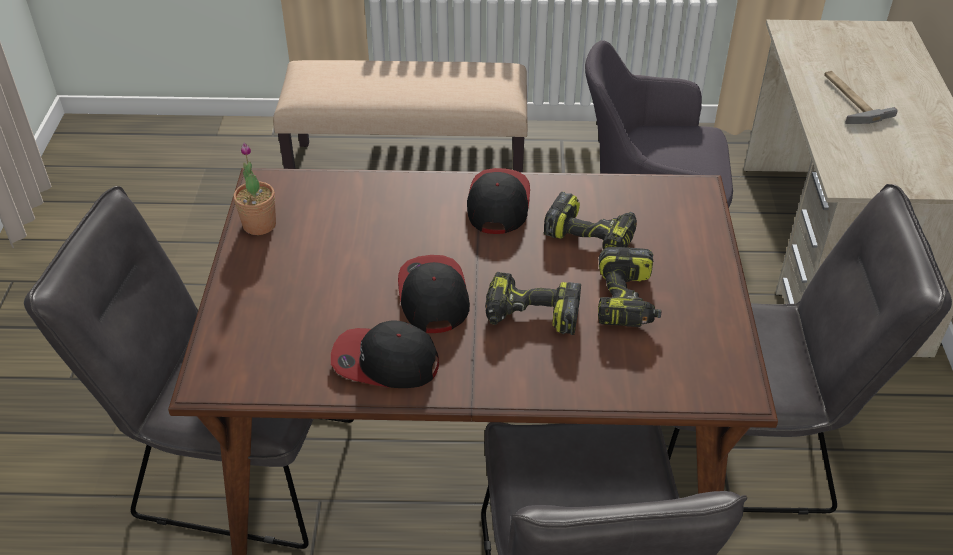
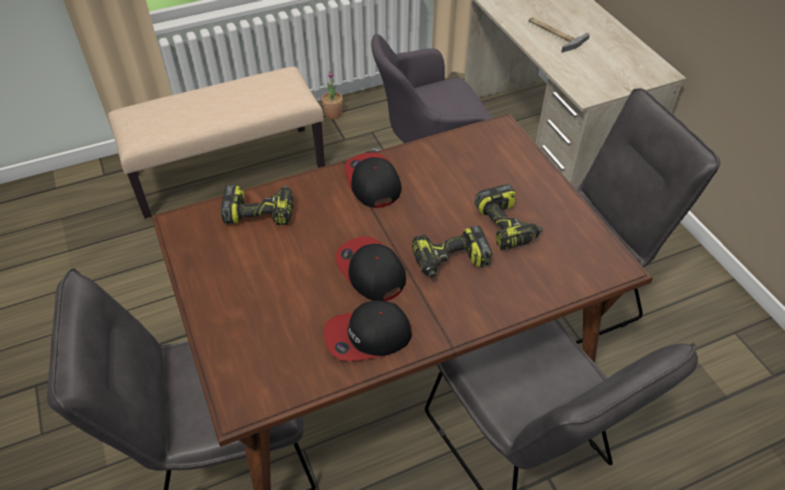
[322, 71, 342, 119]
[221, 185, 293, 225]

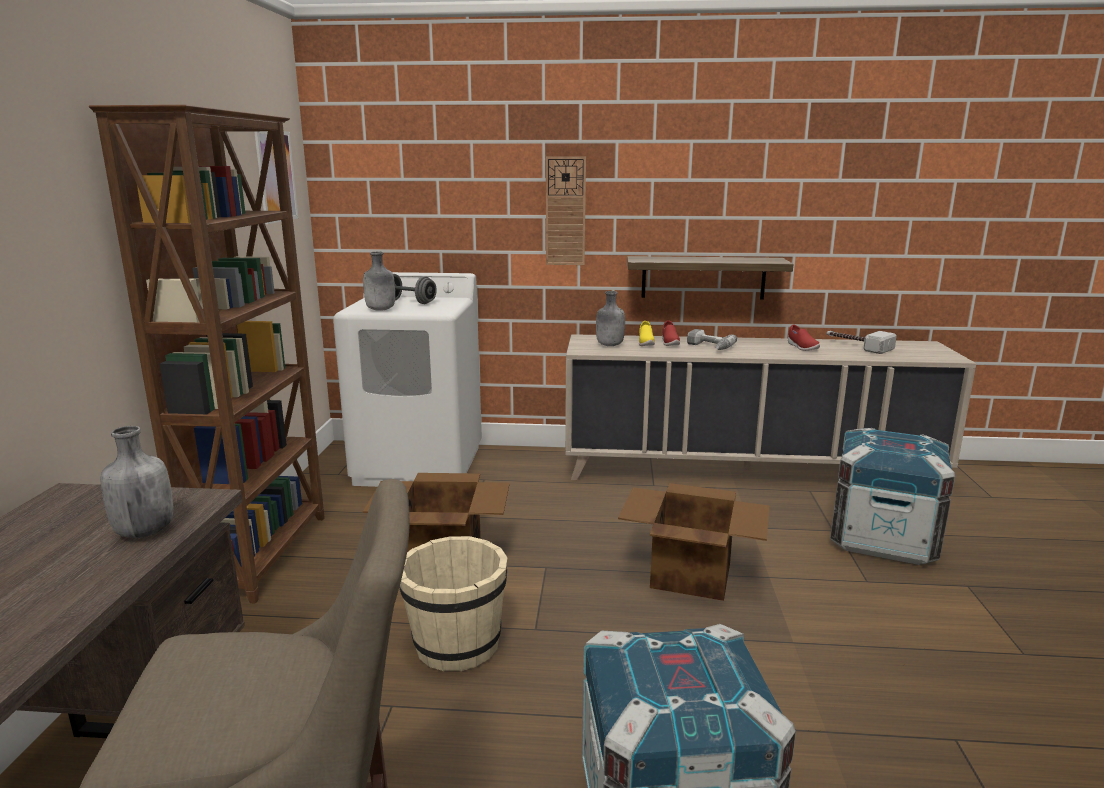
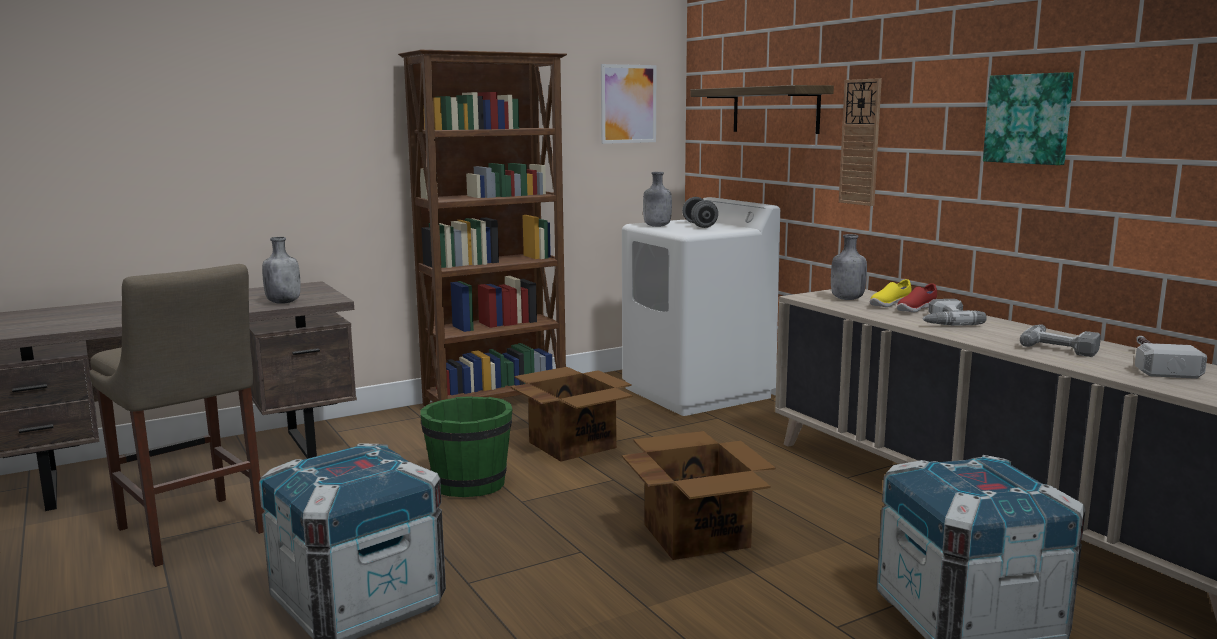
[420, 396, 513, 497]
[690, 85, 834, 134]
[1020, 324, 1101, 357]
[983, 72, 1074, 165]

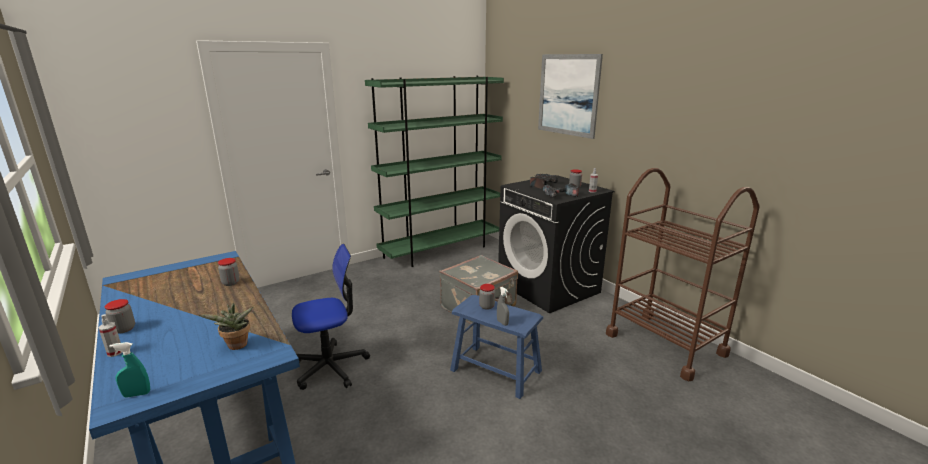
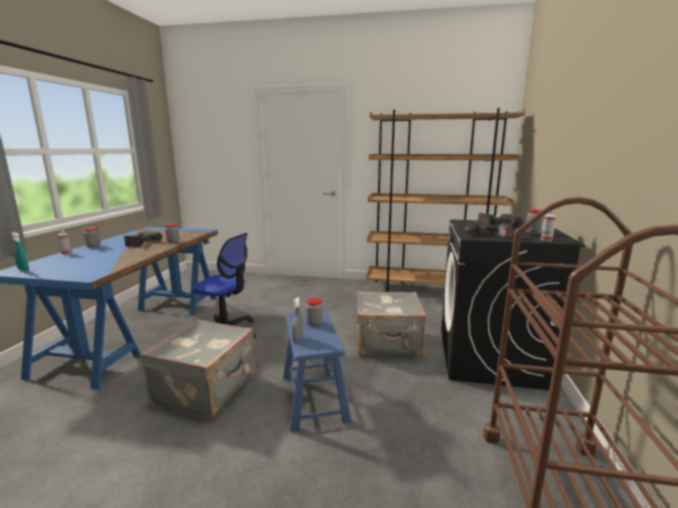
[198, 303, 253, 350] (first image)
[366, 108, 526, 292]
[538, 54, 603, 139] (first image)
[124, 231, 162, 247]
[140, 319, 255, 419]

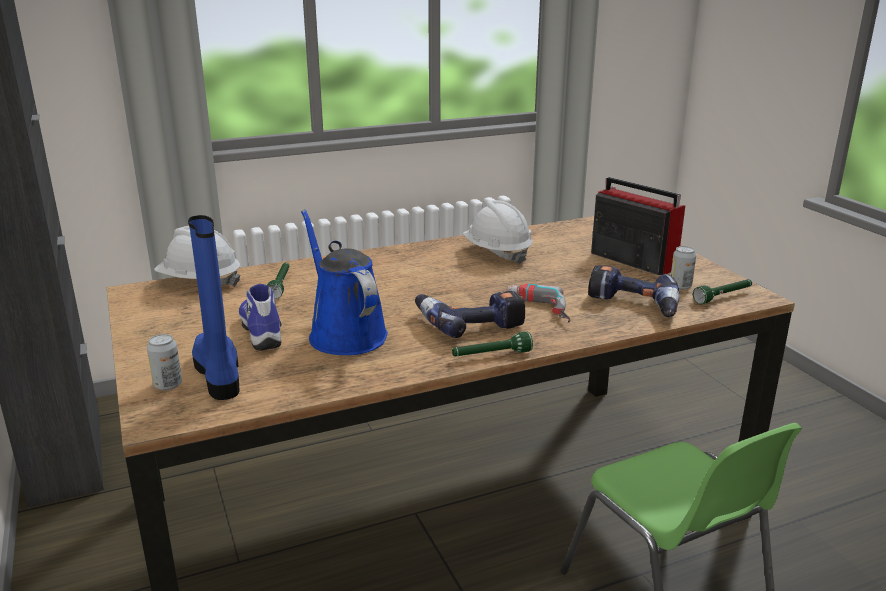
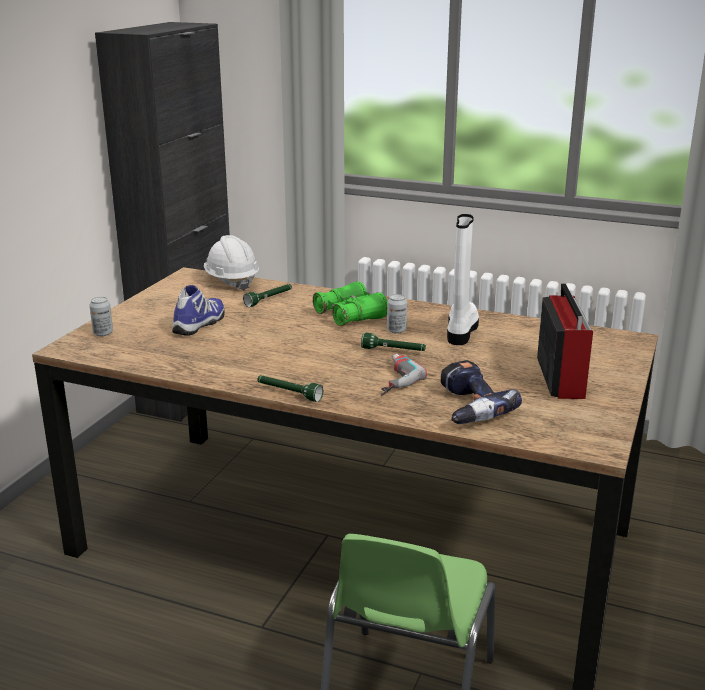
[188, 215, 240, 400] (first image)
[301, 210, 388, 355] (first image)
[415, 291, 525, 338] (first image)
[447, 214, 479, 345]
[387, 294, 407, 333]
[361, 333, 426, 351]
[313, 281, 387, 326]

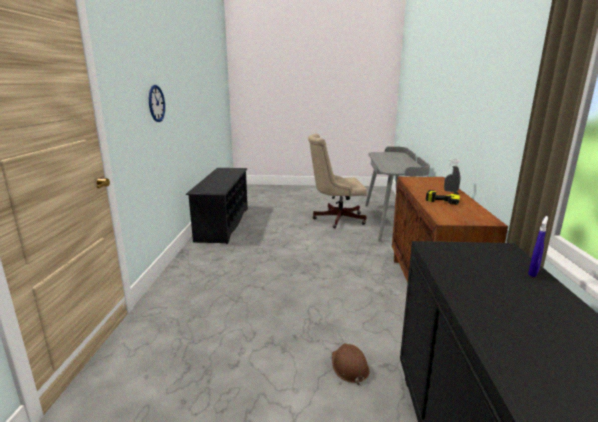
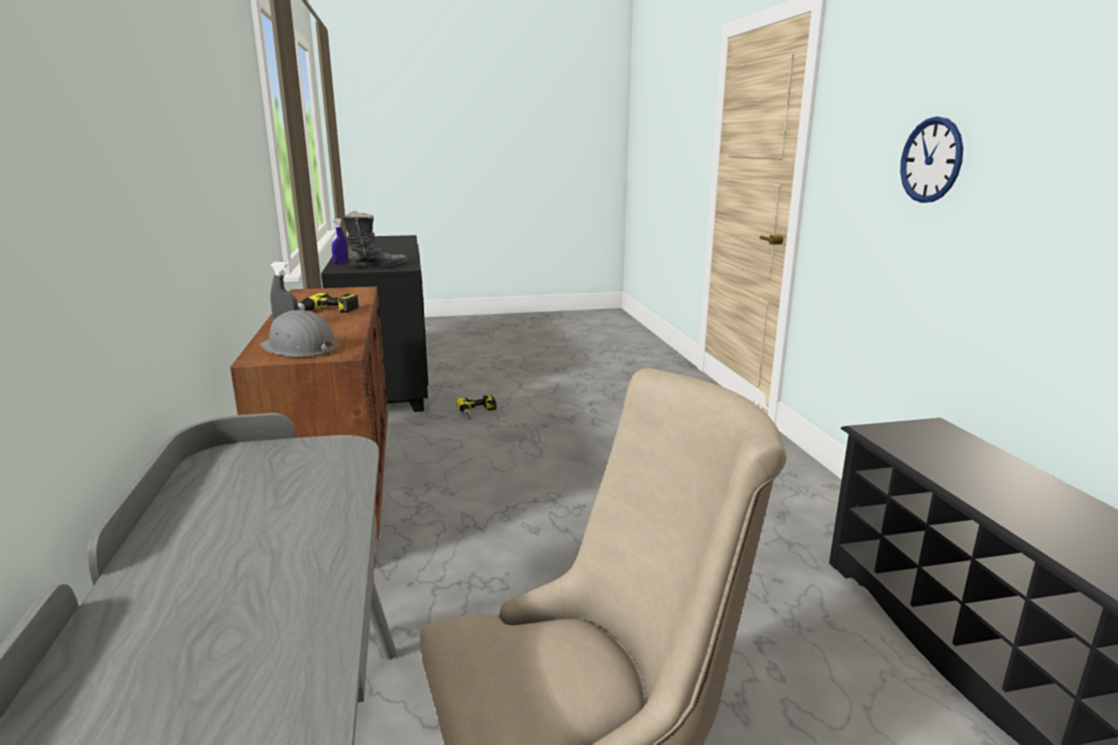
[456, 395, 497, 419]
[259, 310, 338, 357]
[343, 211, 408, 267]

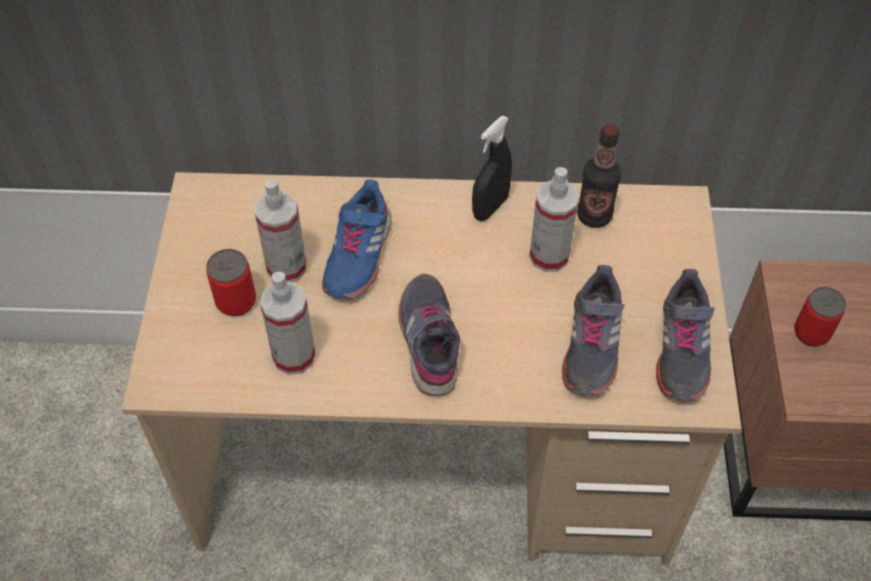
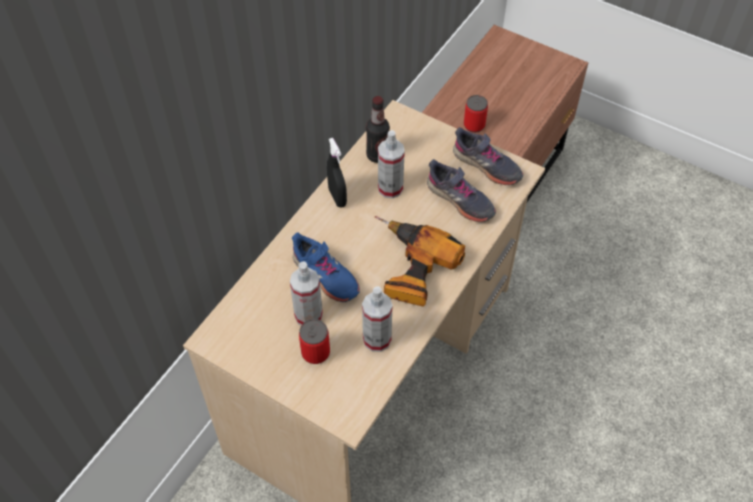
[375, 216, 465, 307]

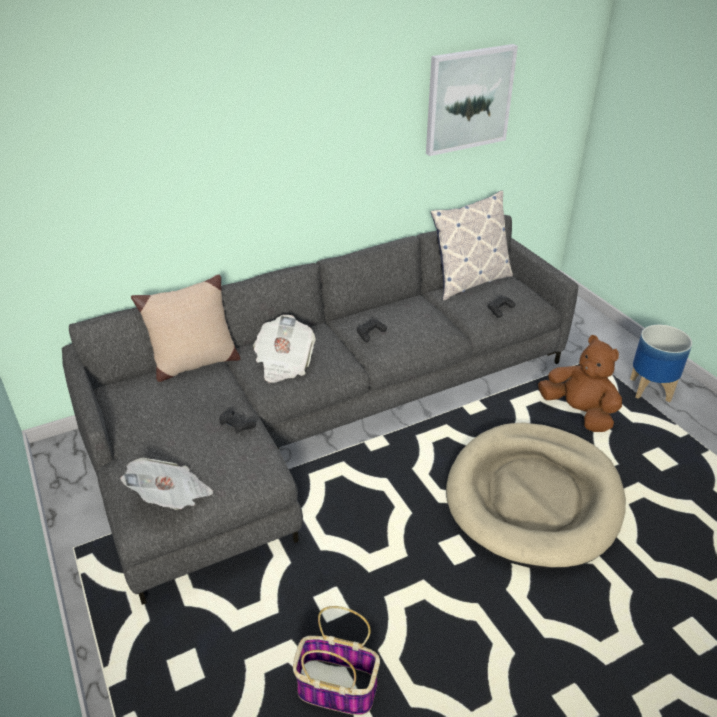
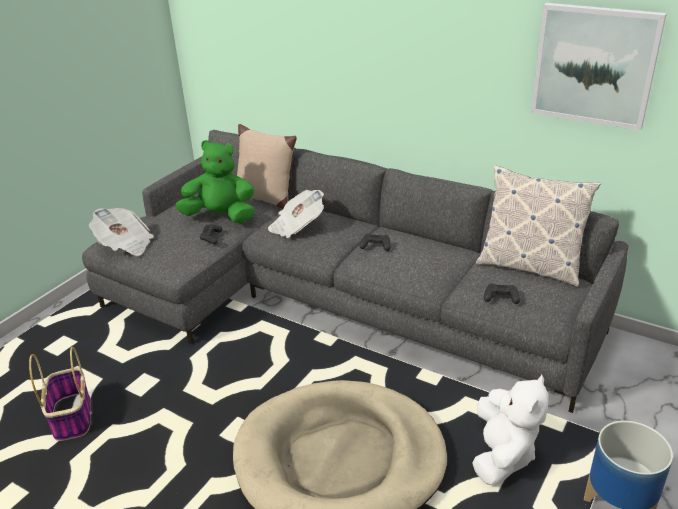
[472, 375, 549, 485]
[175, 140, 255, 223]

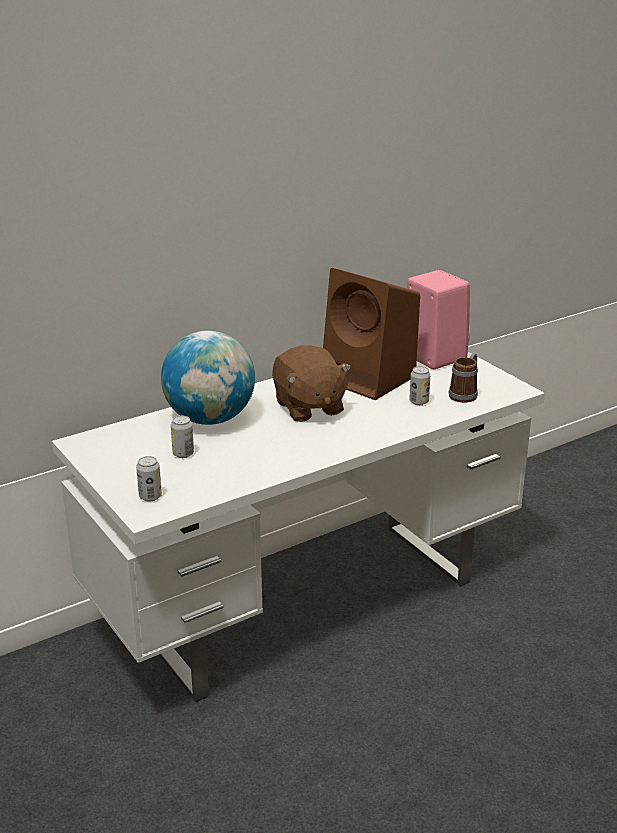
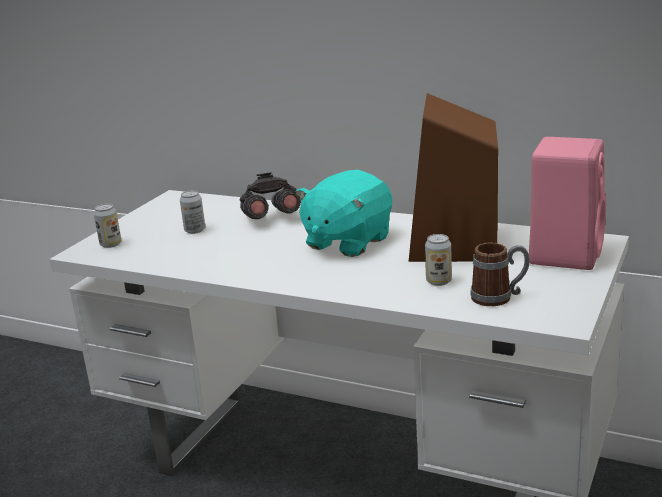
[239, 172, 301, 219]
[296, 170, 392, 257]

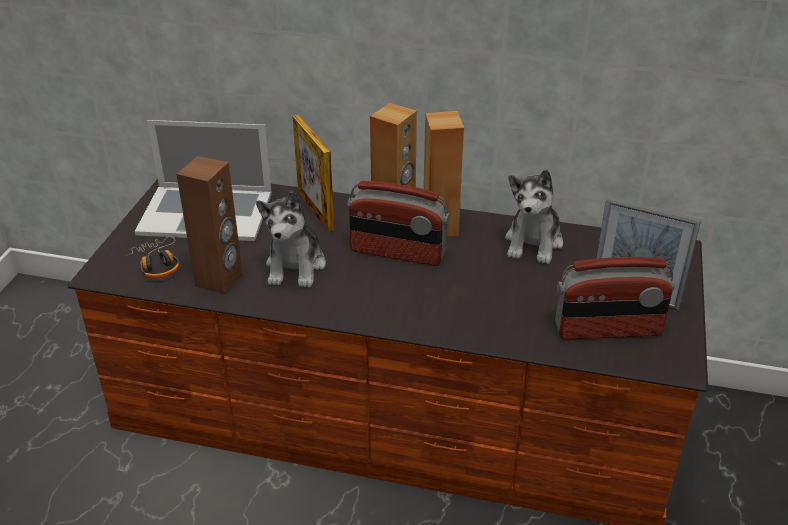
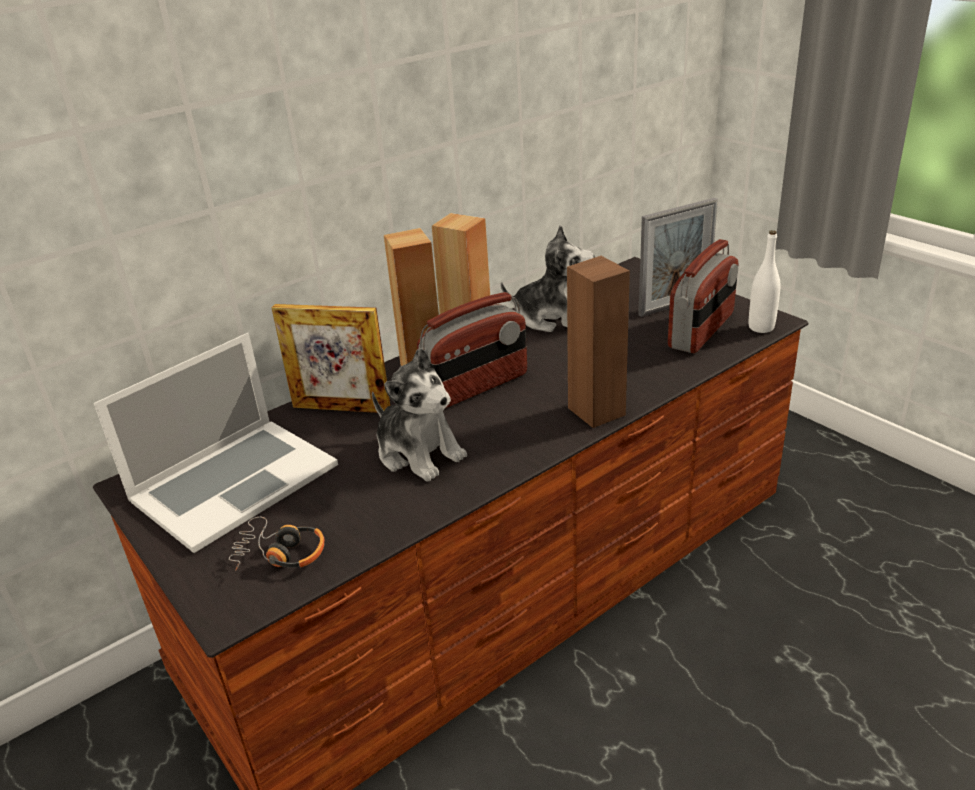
[567, 256, 630, 428]
[501, 225, 594, 332]
[749, 230, 780, 333]

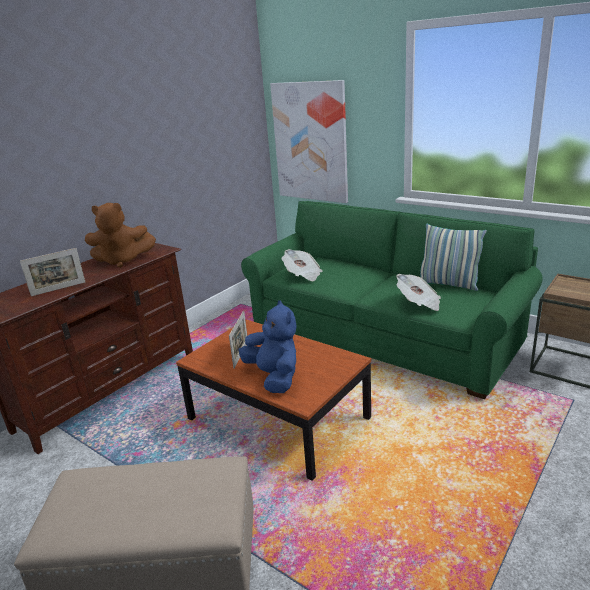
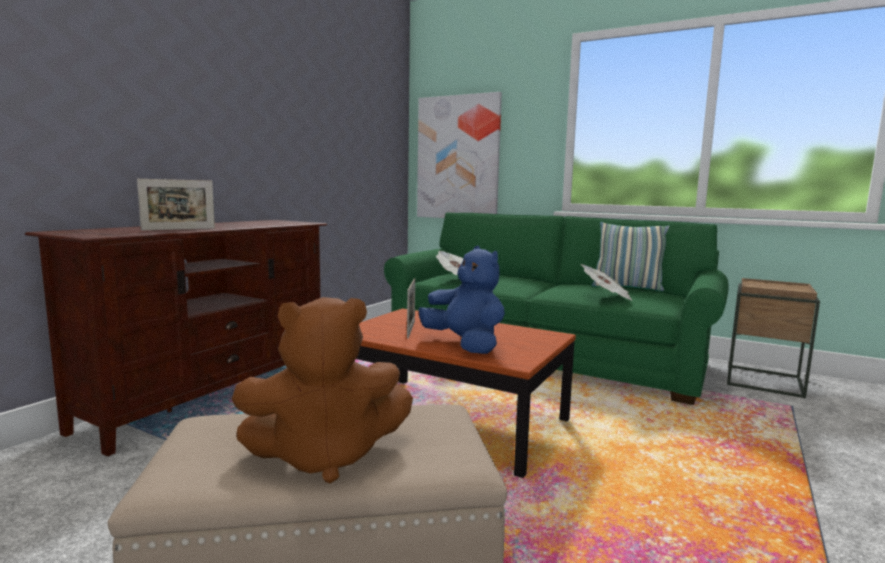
[232, 297, 413, 483]

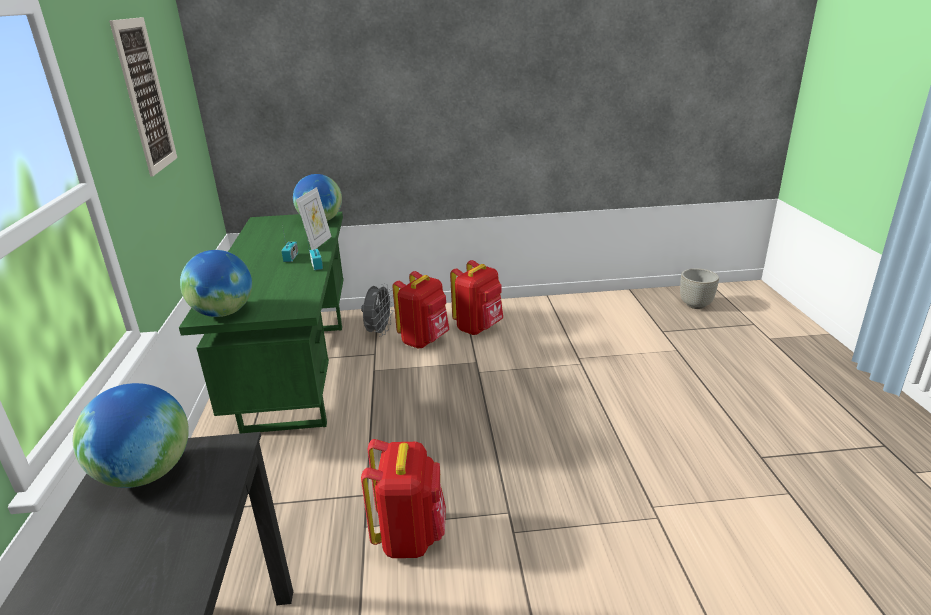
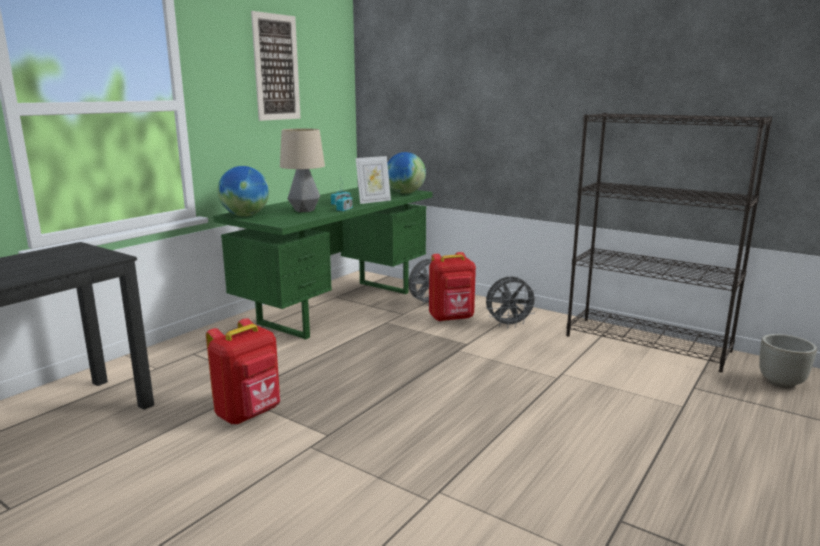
[73, 383, 189, 488] (first image)
[486, 276, 538, 328]
[280, 129, 325, 212]
[567, 113, 772, 373]

